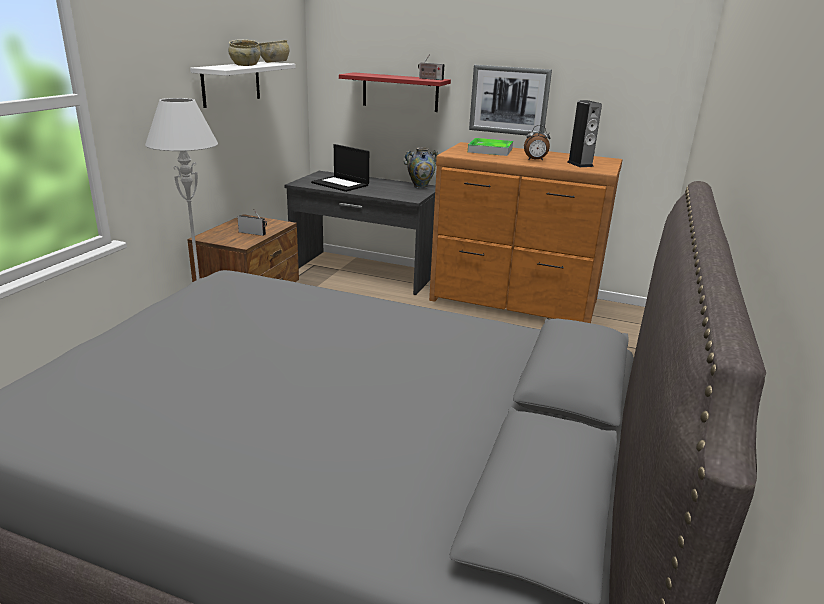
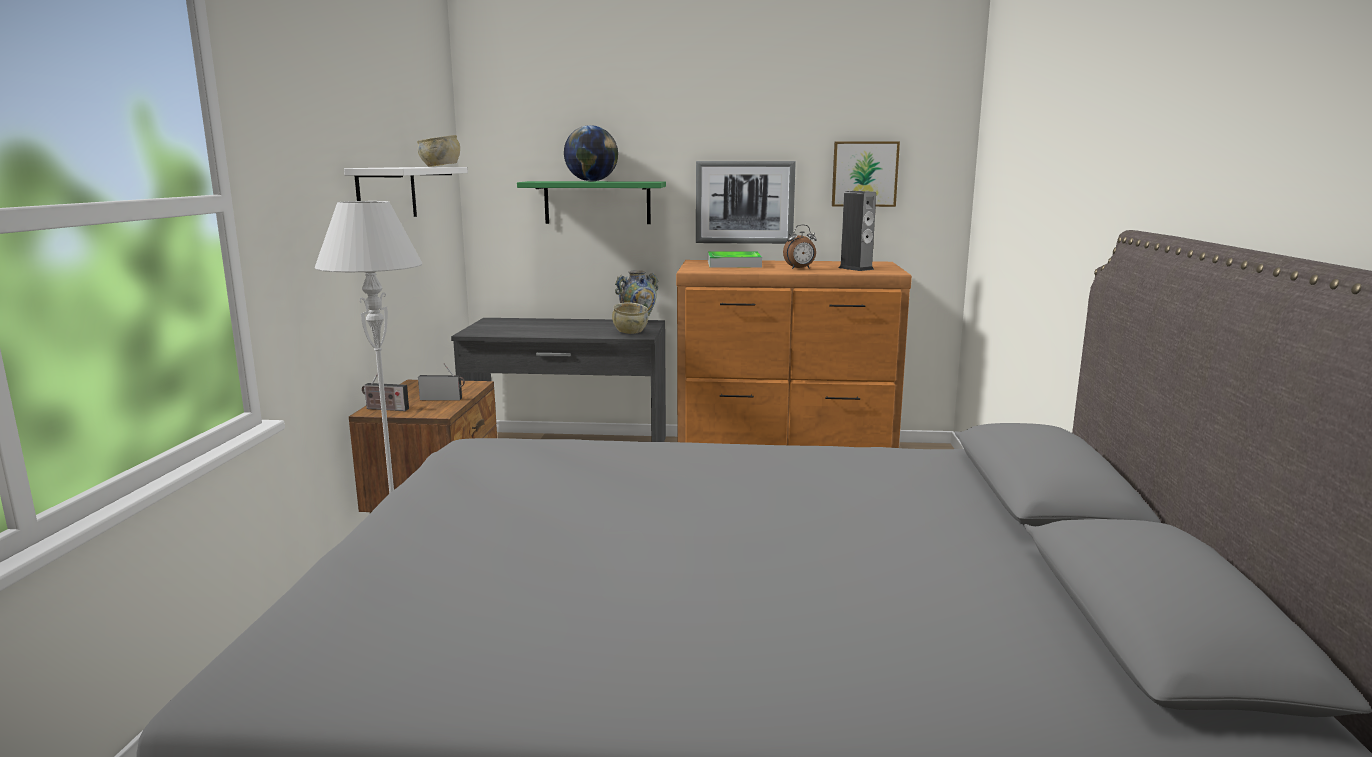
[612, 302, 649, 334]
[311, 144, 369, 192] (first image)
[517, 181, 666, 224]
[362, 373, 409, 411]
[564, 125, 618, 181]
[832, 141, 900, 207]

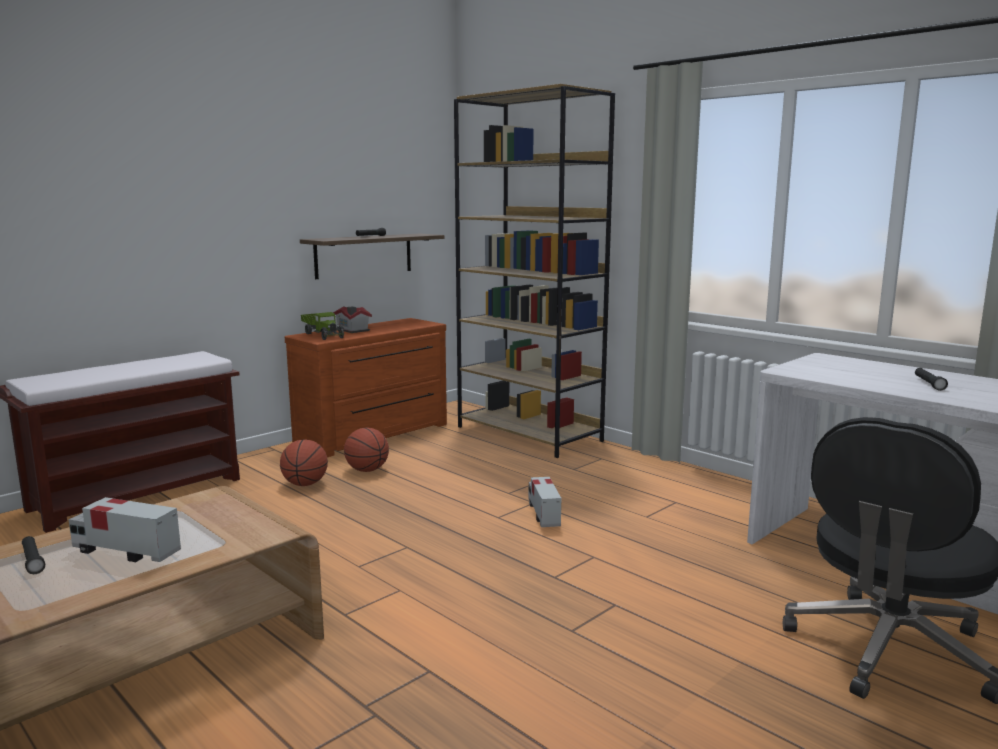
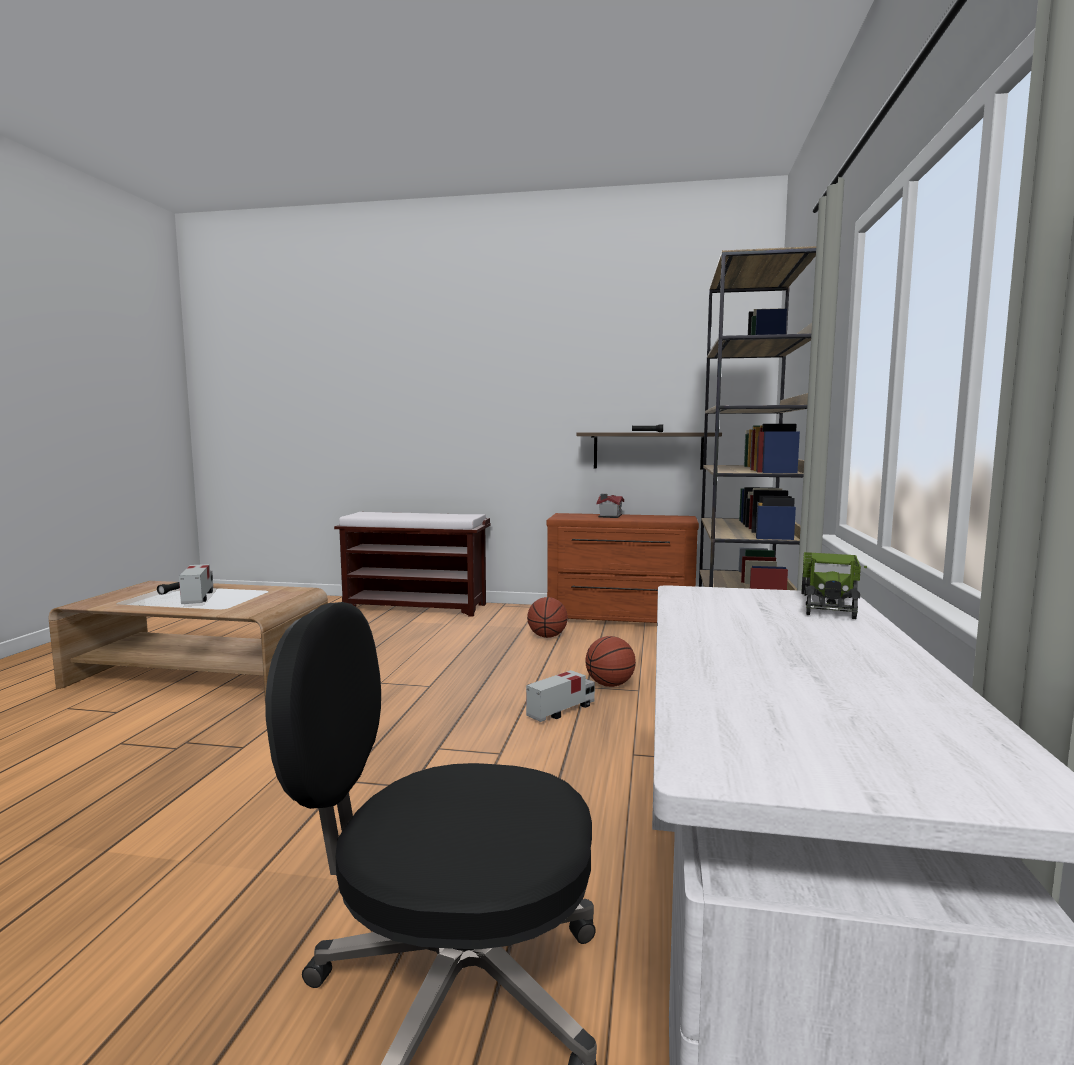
[585, 636, 636, 687]
[801, 552, 867, 619]
[915, 368, 948, 391] (first image)

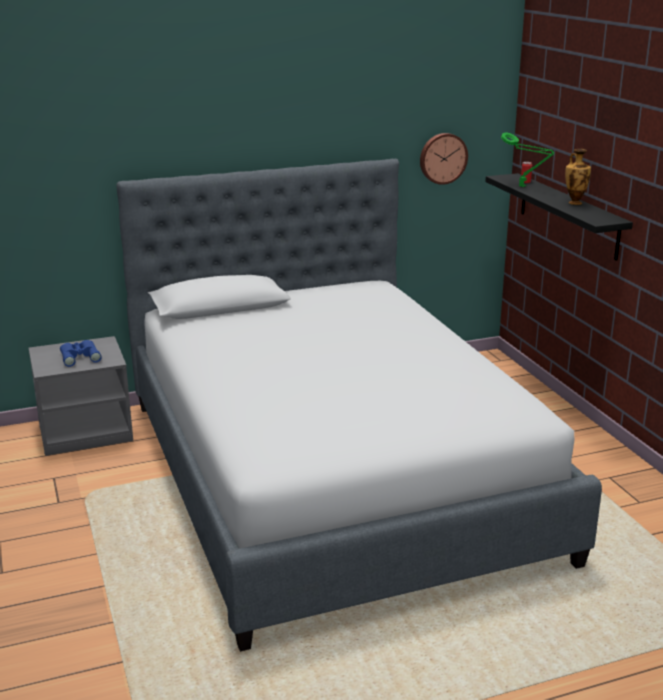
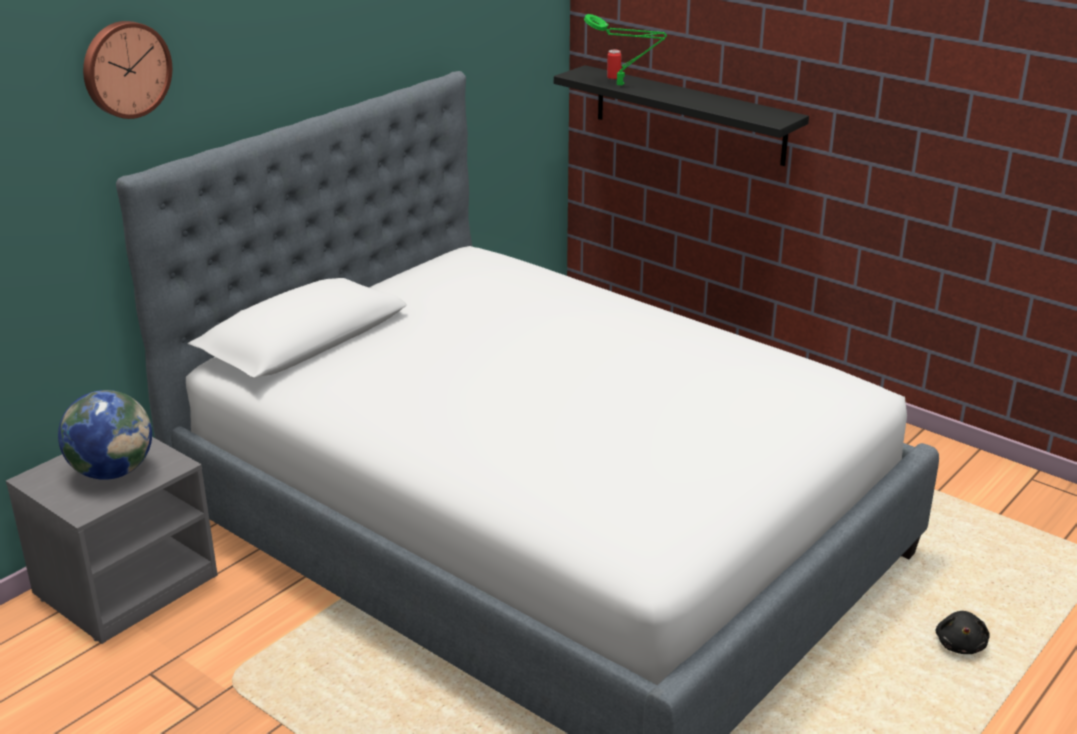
[58, 390, 152, 480]
[83, 21, 172, 119]
[565, 149, 591, 205] (first image)
[936, 611, 990, 654]

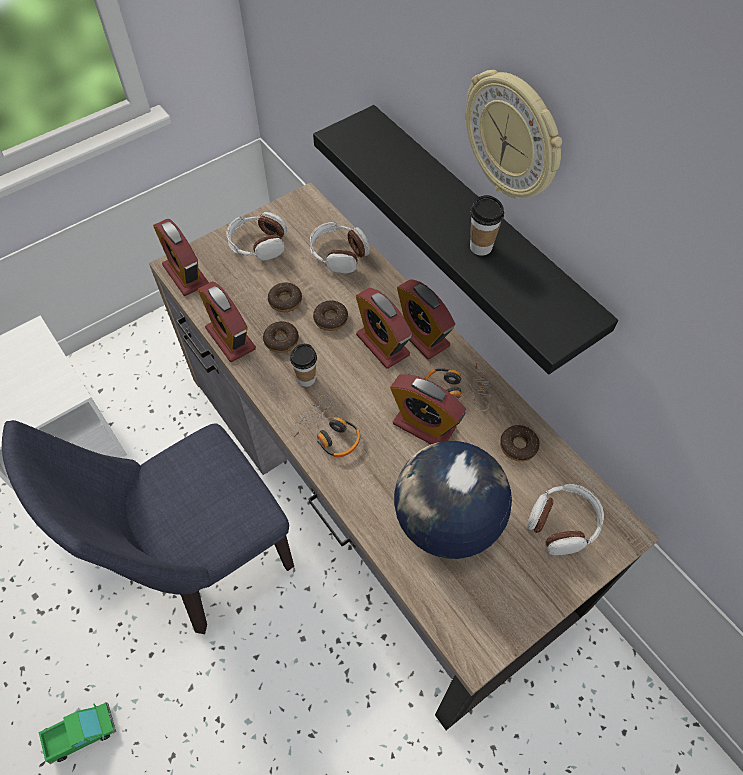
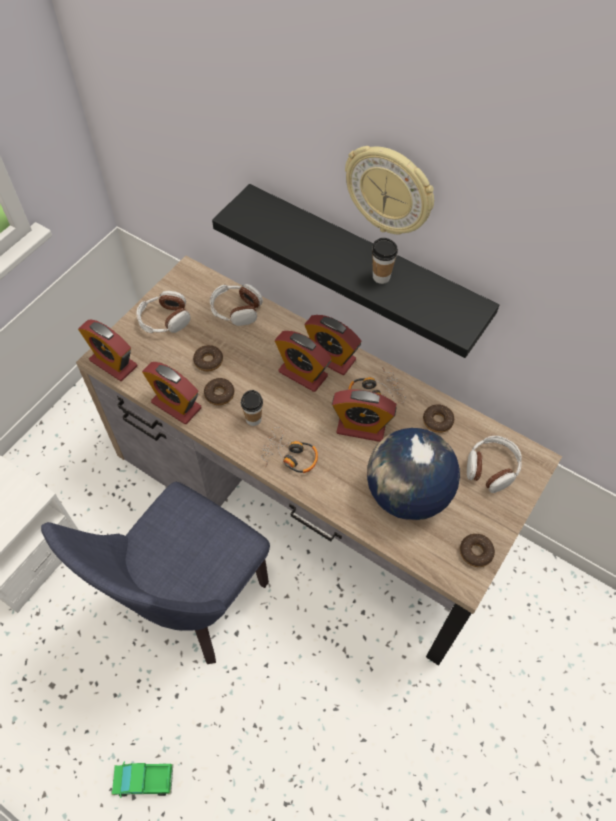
[111, 761, 173, 798]
[460, 534, 495, 567]

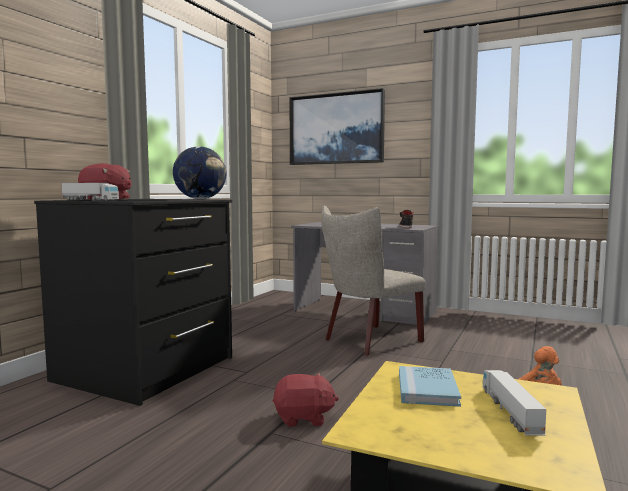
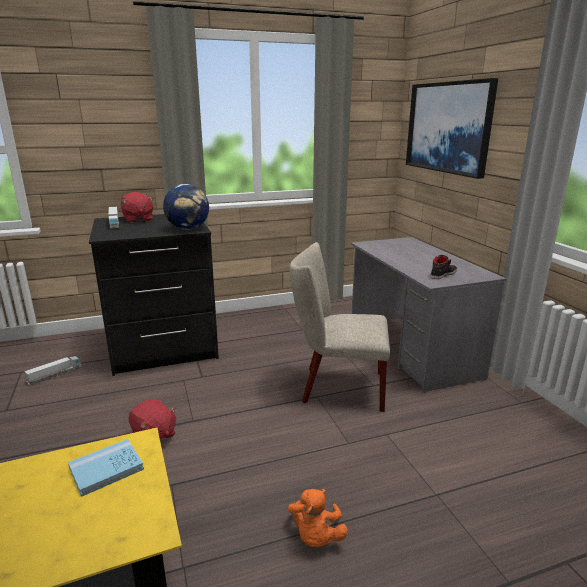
[25, 356, 82, 384]

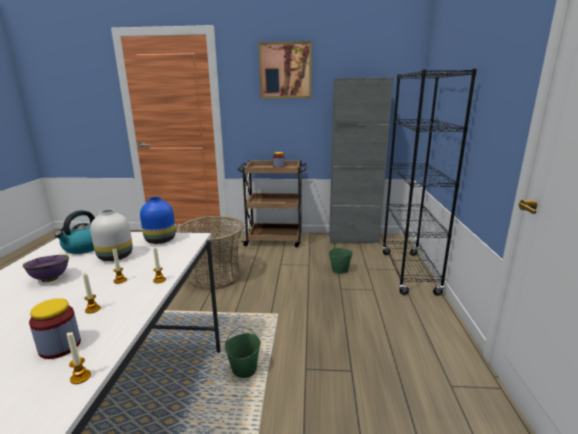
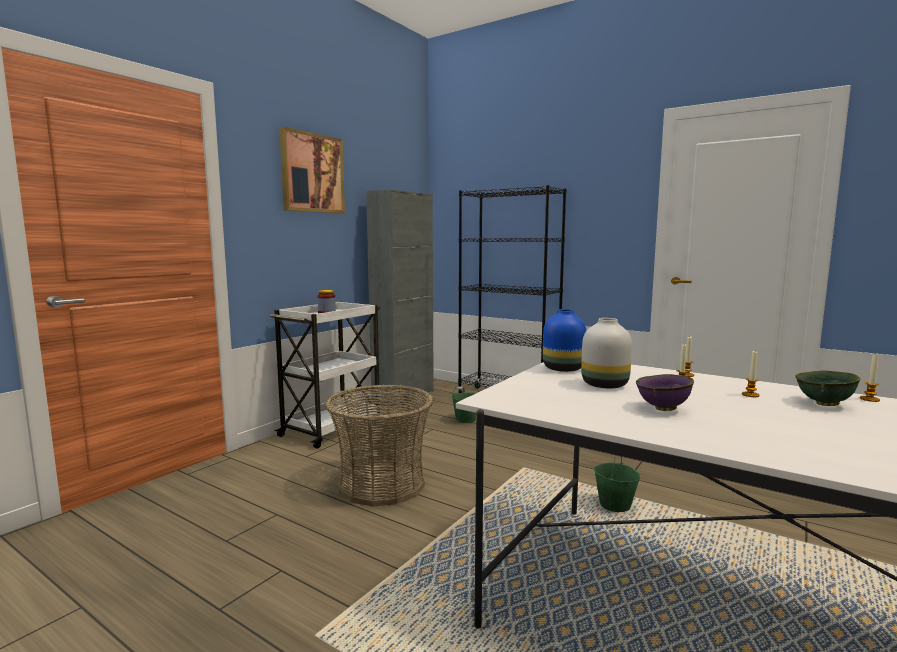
[795, 371, 861, 406]
[55, 210, 95, 254] (first image)
[270, 301, 380, 449]

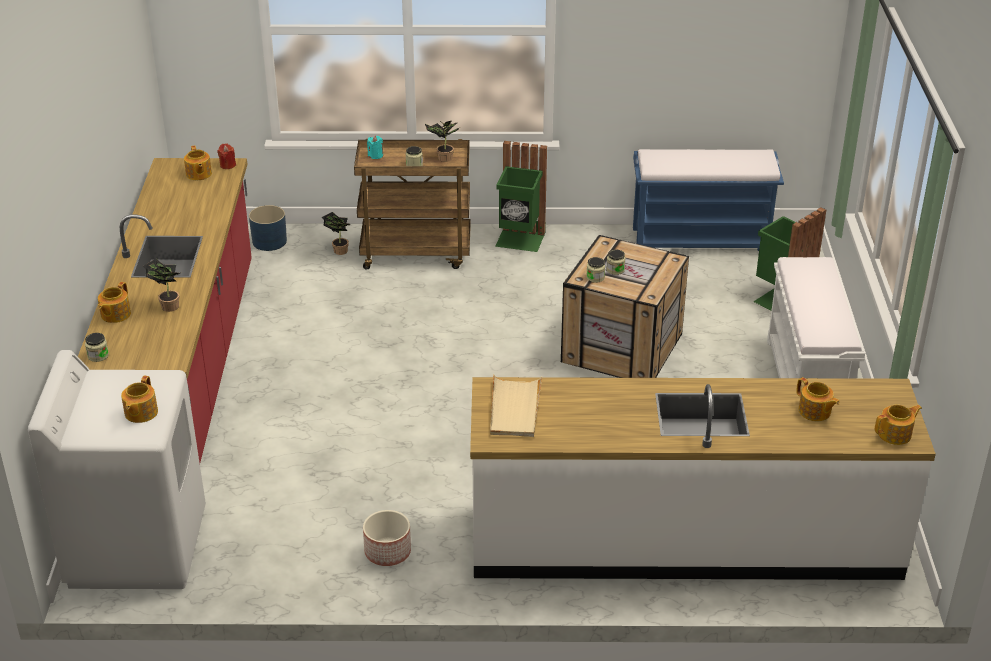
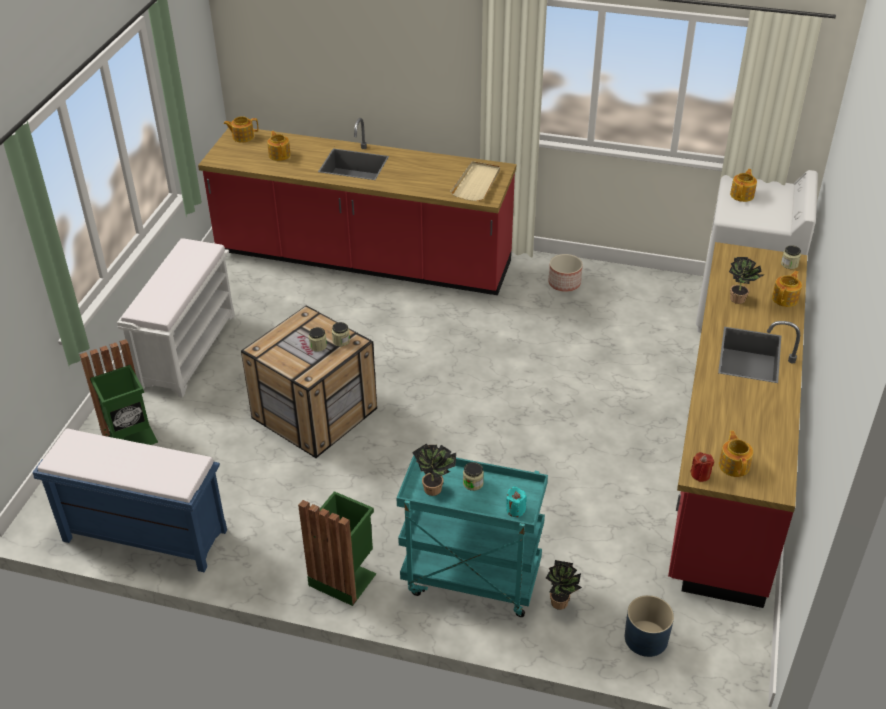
[396, 455, 548, 617]
[198, 118, 516, 295]

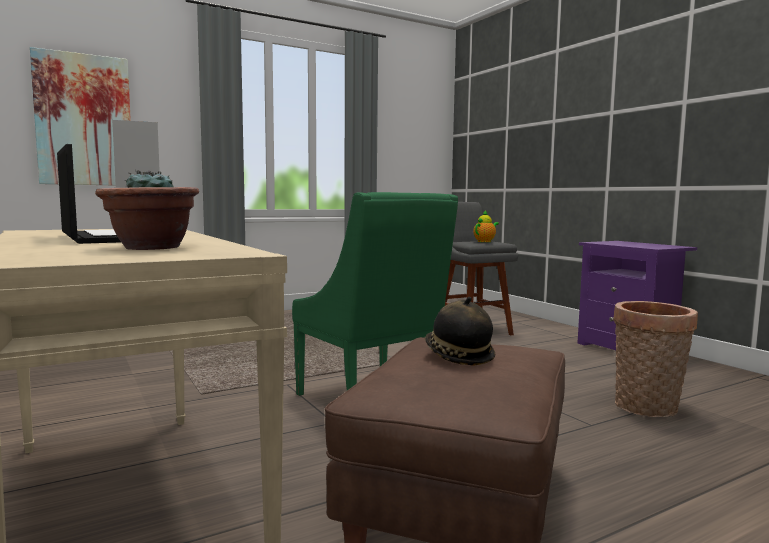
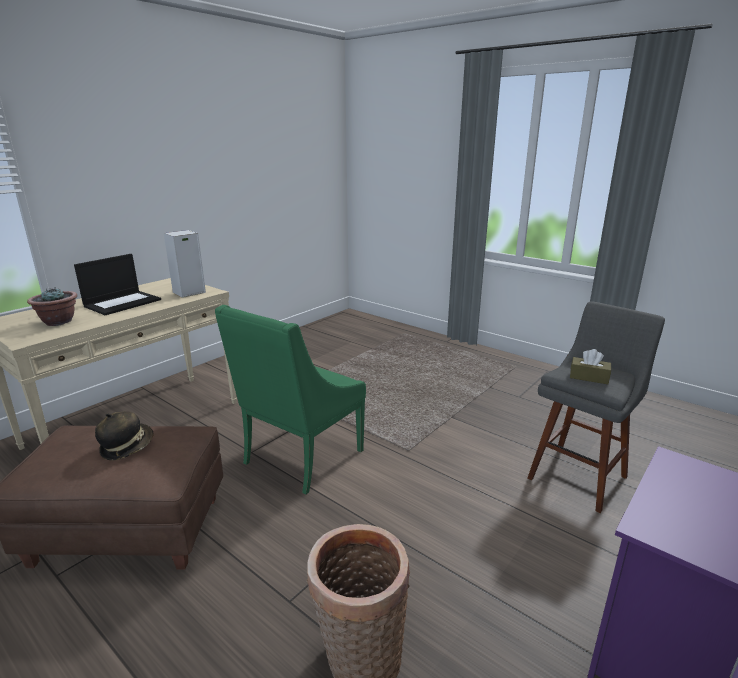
[30, 47, 131, 186] (first image)
[570, 349, 611, 384]

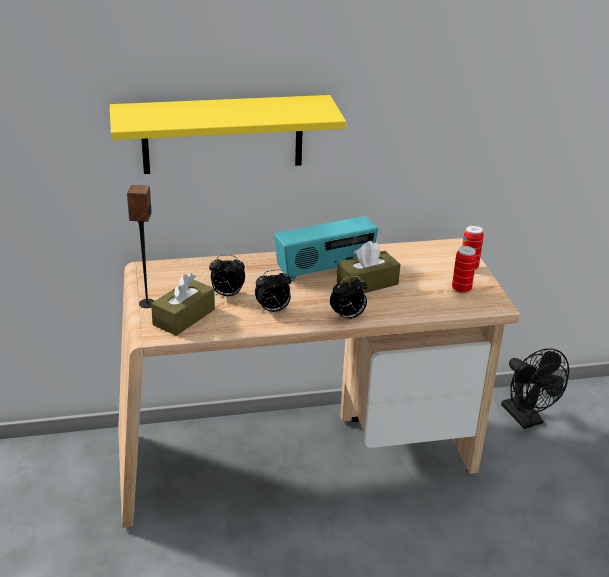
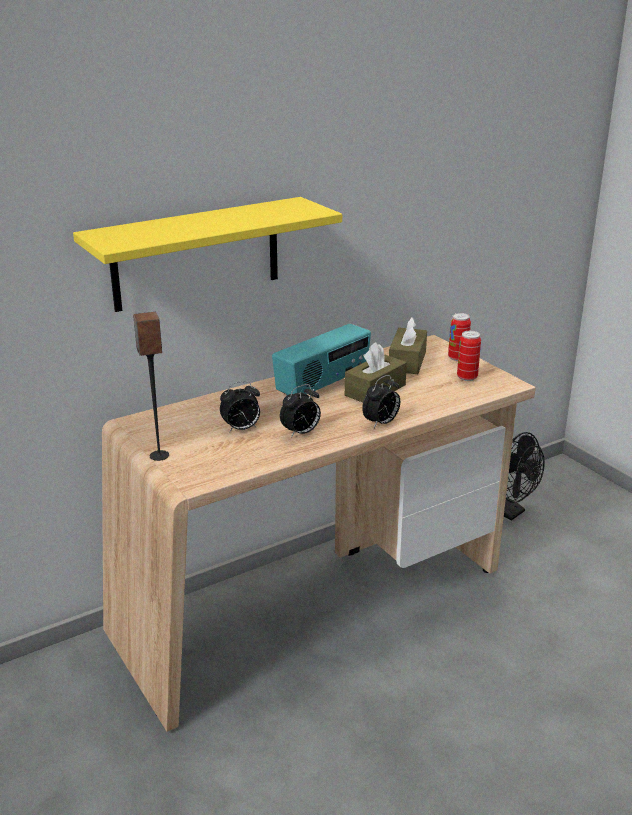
[389, 317, 427, 374]

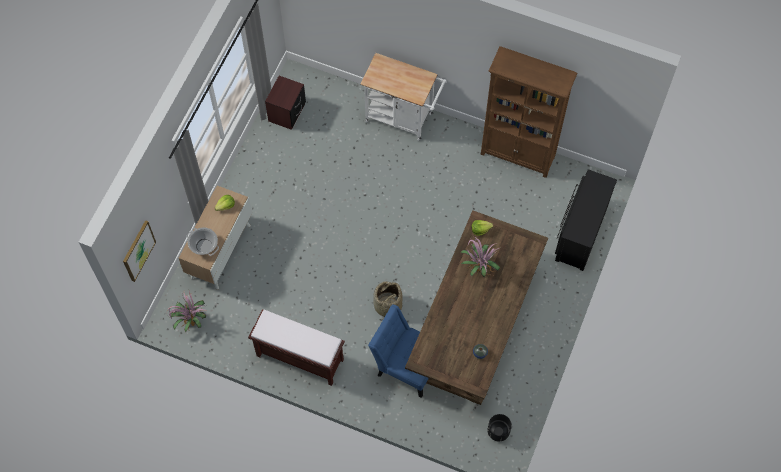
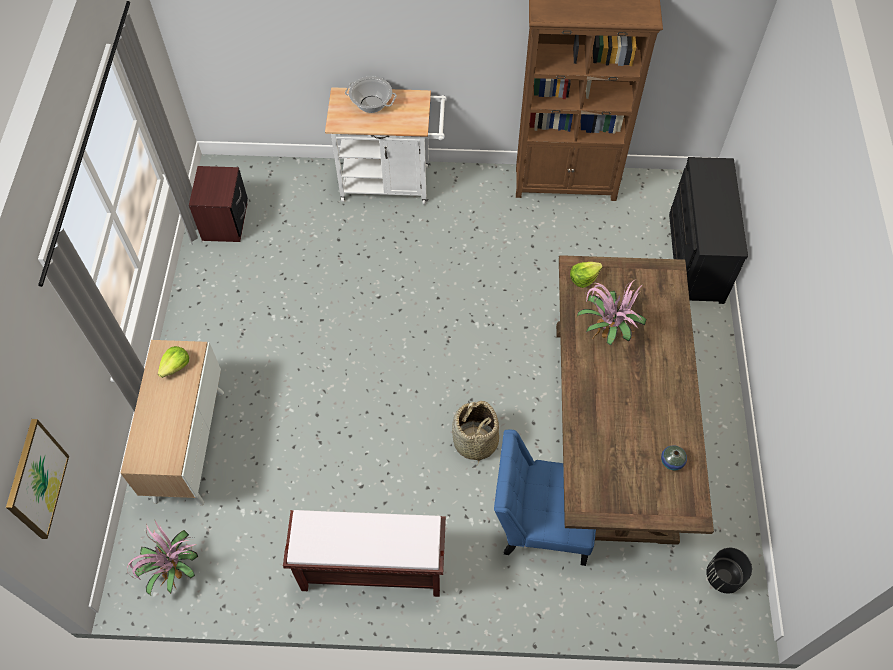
[345, 76, 397, 113]

